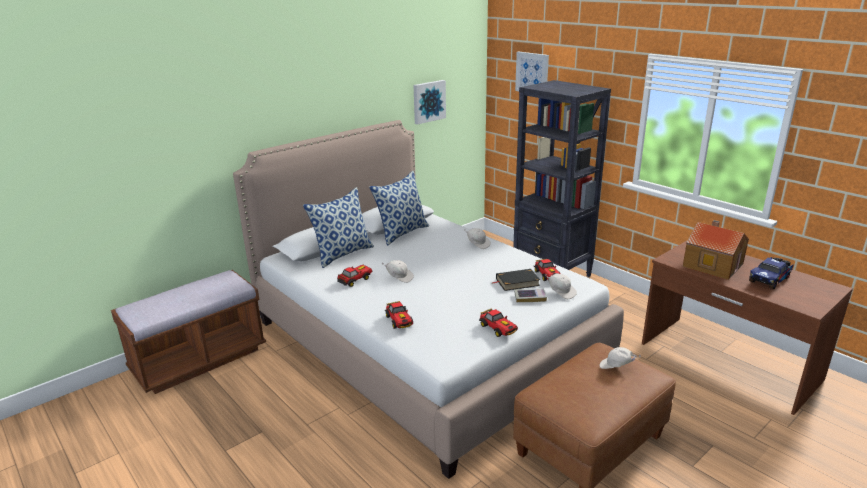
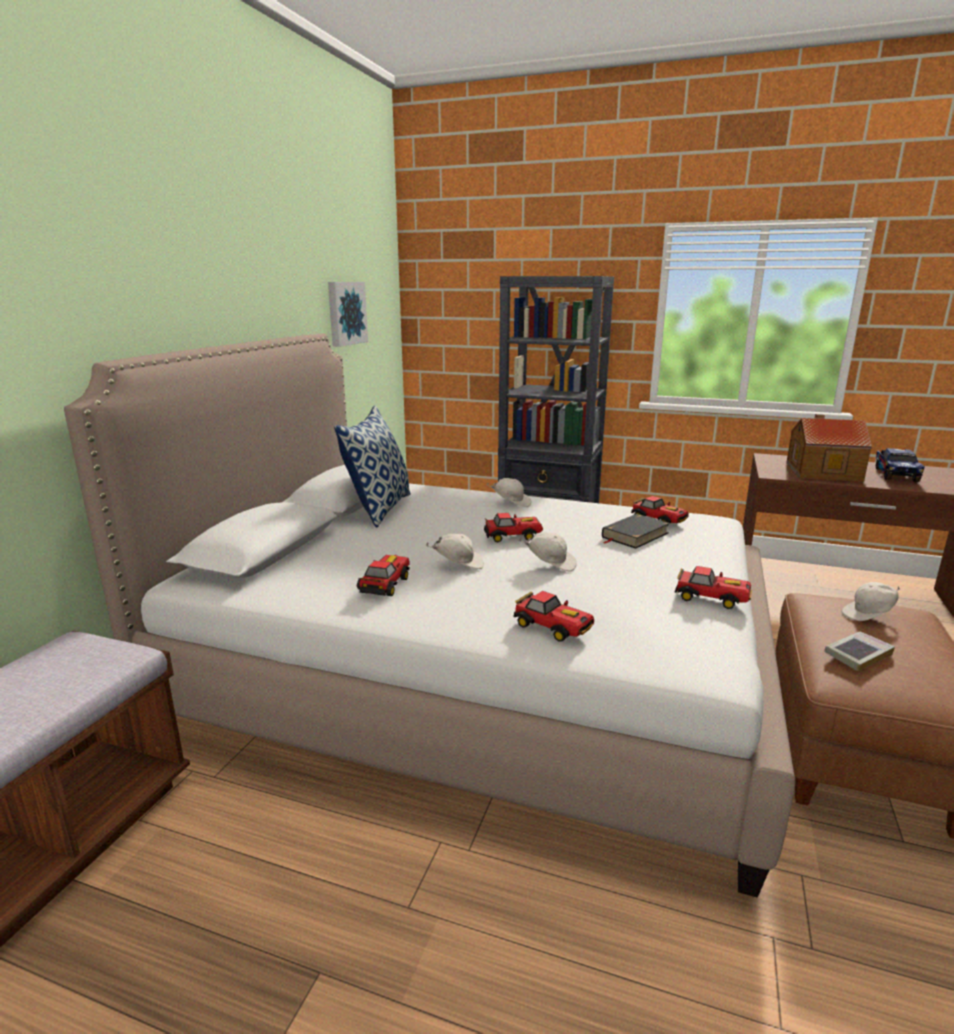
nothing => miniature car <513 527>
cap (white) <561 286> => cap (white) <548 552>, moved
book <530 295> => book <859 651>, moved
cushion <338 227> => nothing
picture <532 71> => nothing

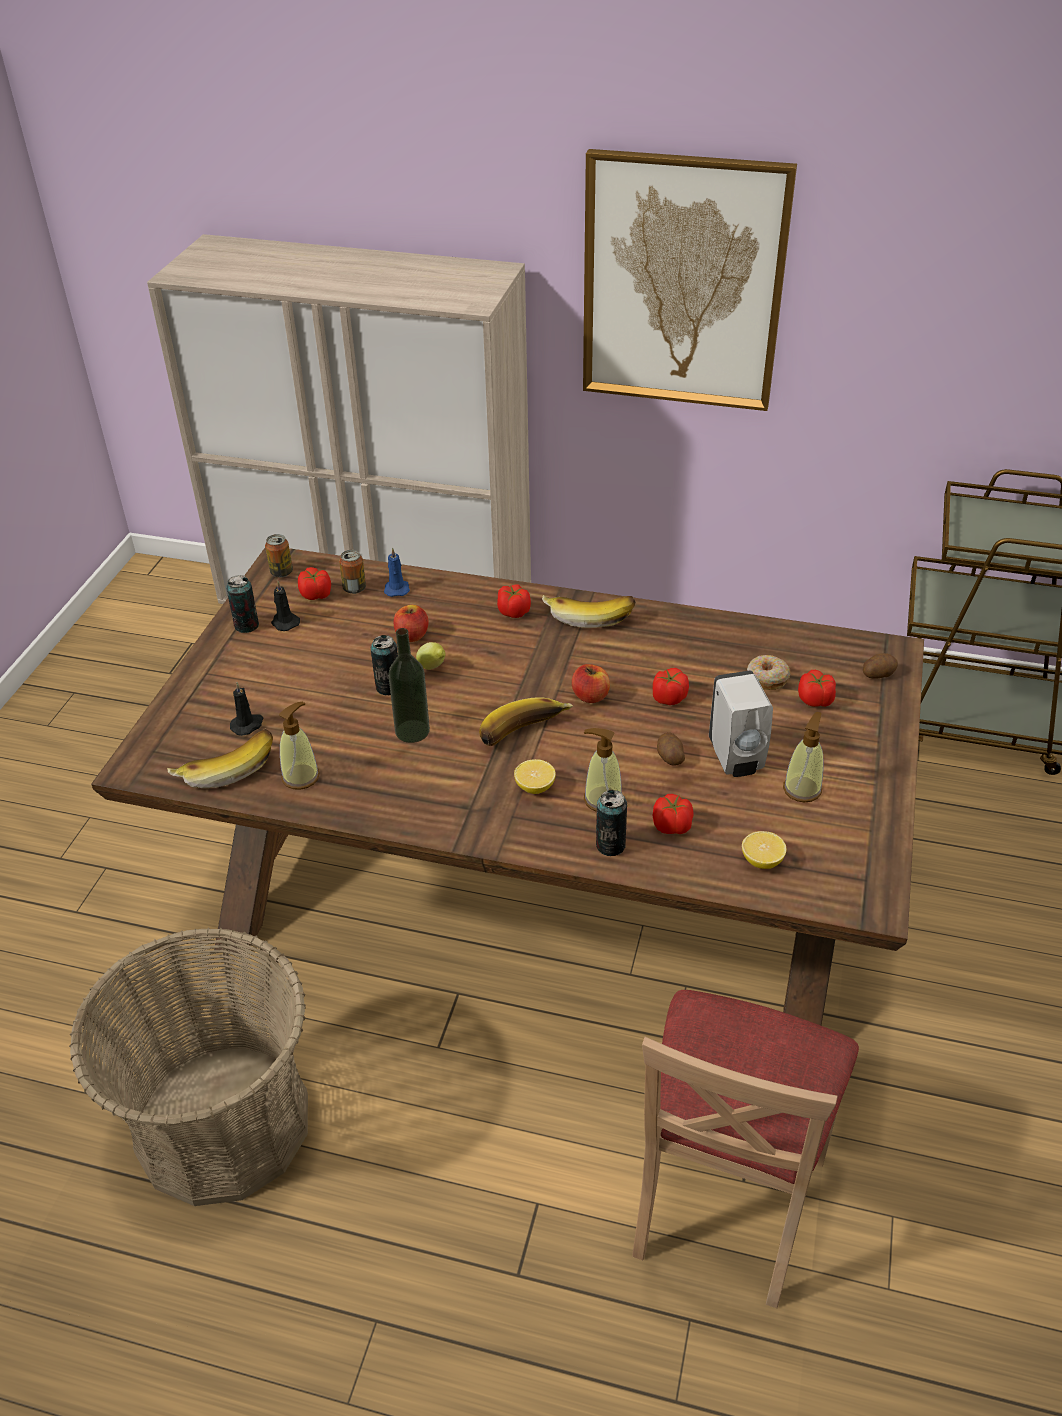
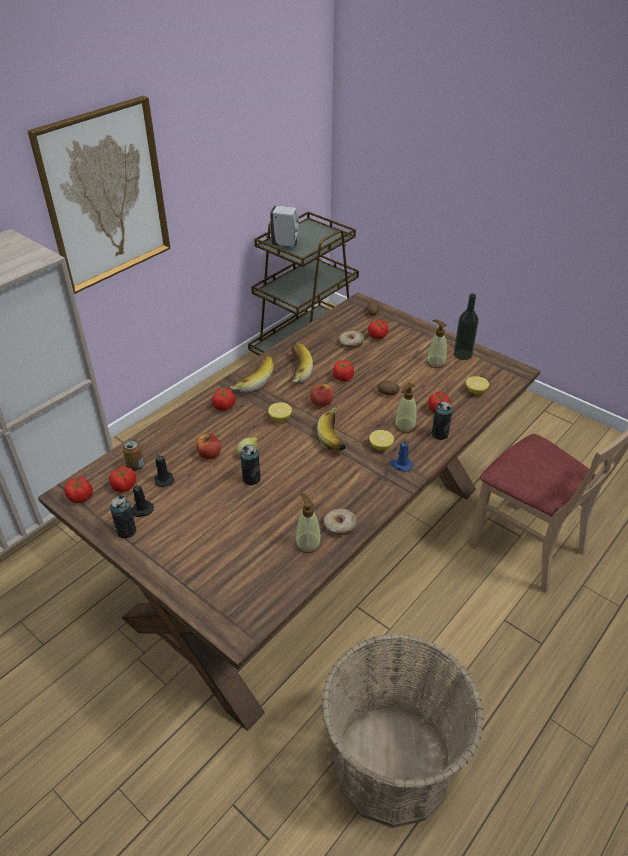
can <279 555> => tomato <78 490>
wax candle (black) <246 709> => wax candle (black) <164 470>, moved
nothing => lemon <280 411>
liquid soap bottle (white) <741 723> => liquid soap bottle (white) <284 227>, moved
whole banana <220 758> => whole banana <302 362>, moved
nothing => doughnut <340 522>
wax candle (blue) <397 572> => wax candle (blue) <401 455>, moved
bottle <409 685> => bottle <466 326>, moved

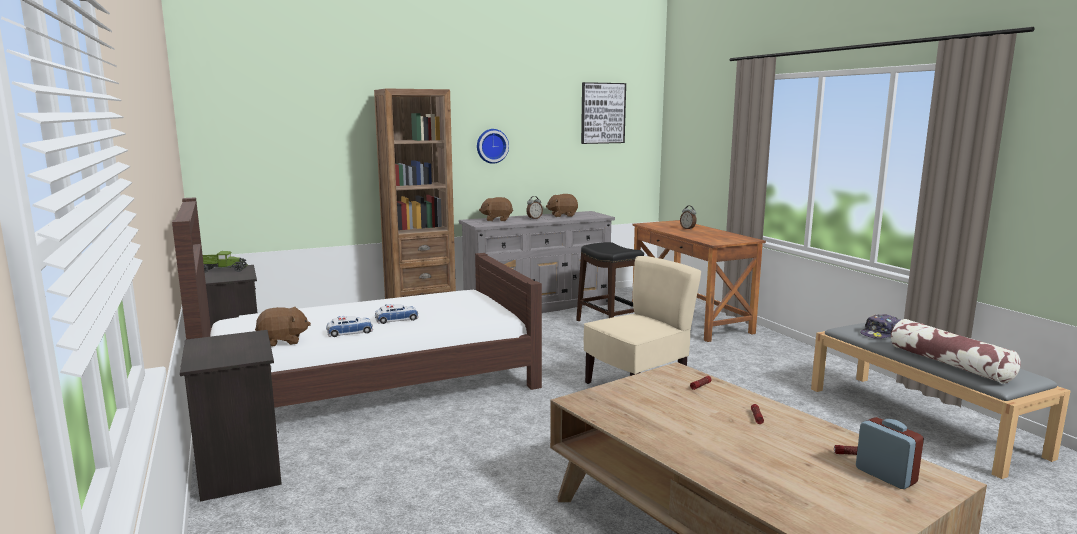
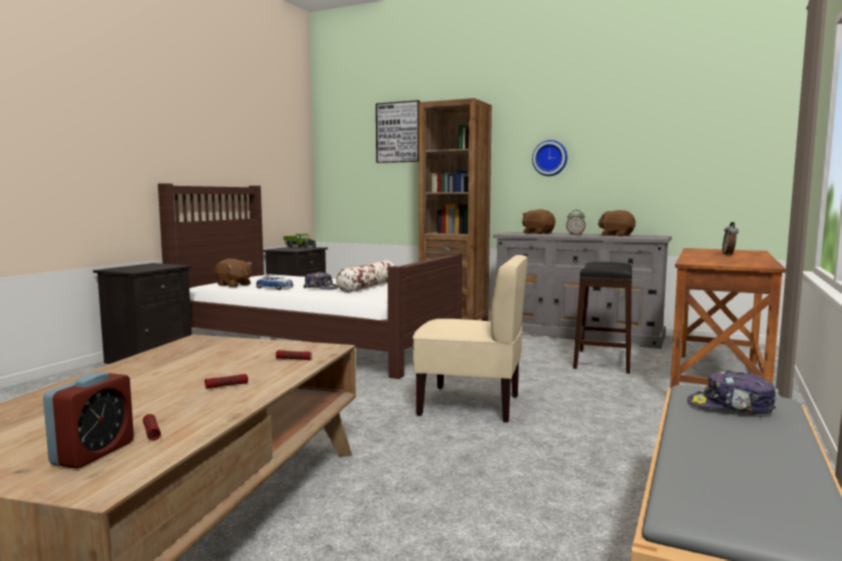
miniature car <397 314> => cap <320 280>
cushion <956 351> => cushion <365 277>, moved
picture <603 113> => picture <398 131>, moved

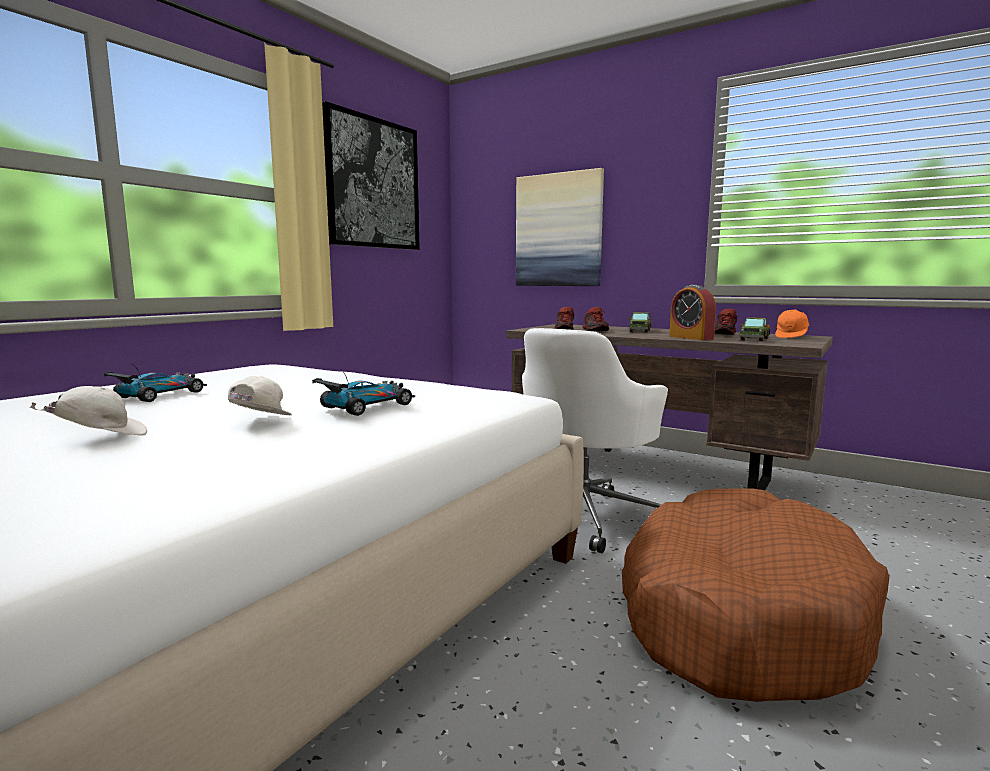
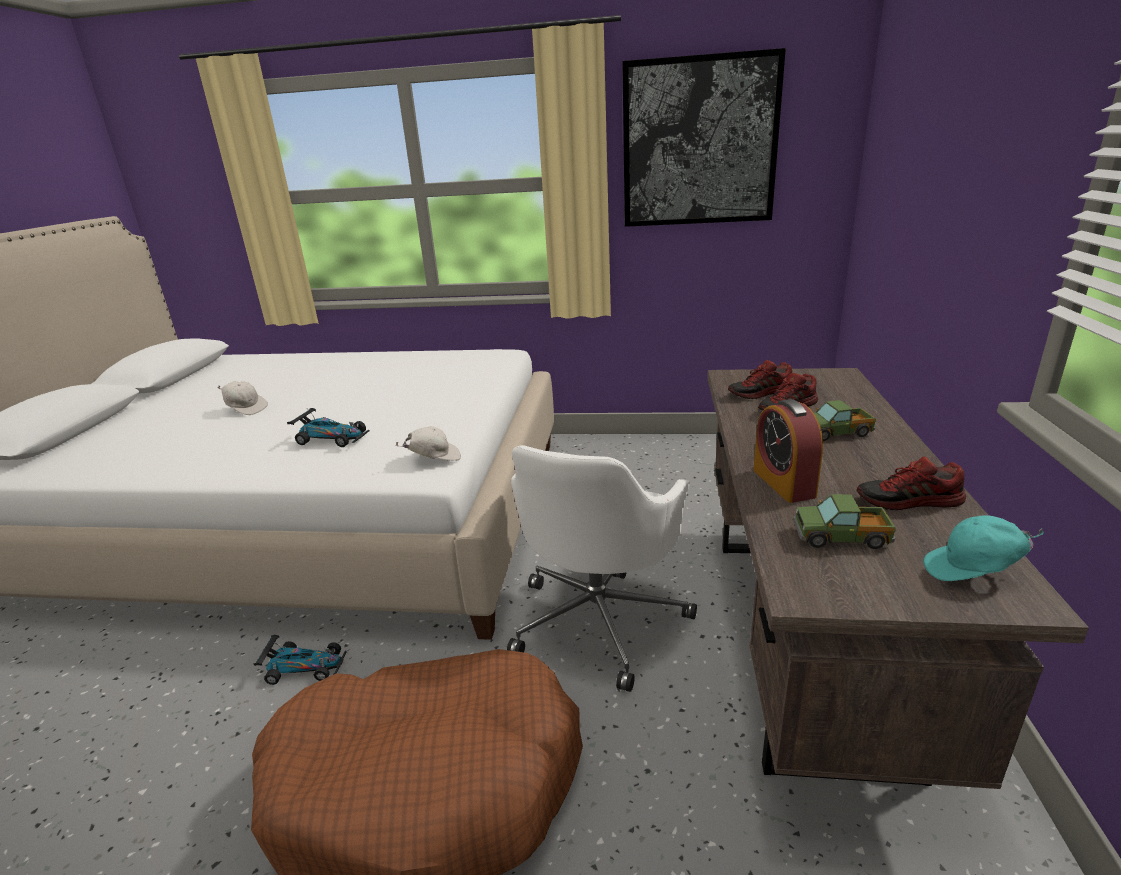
miniature car <155 382> => miniature car <300 660>, moved
cap (white) <260 396> => cap (white) <428 443>, moved
desk chair (white) <595 440> => desk chair (white) <602 568>, 75 degrees counterclockwise
bedside clock <692 312> => bedside clock <788 451>, 45 degrees counterclockwise
cap (orange) <792 324> => cap (blue-green) <983 548>
picture <560 227> => nothing

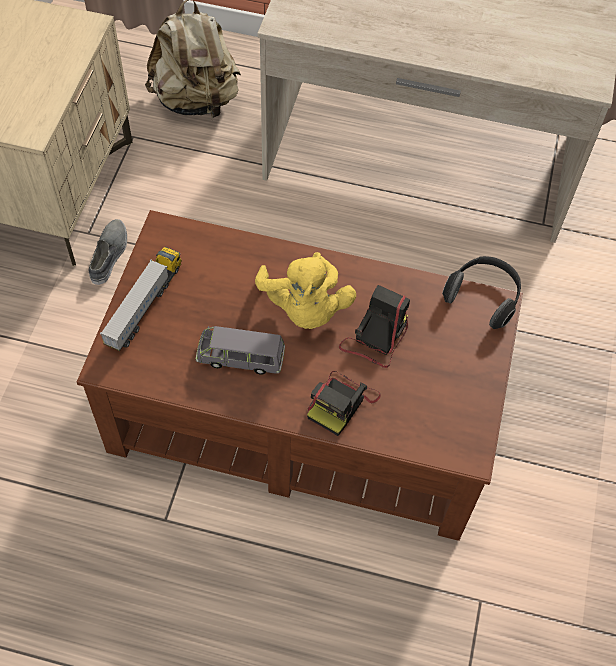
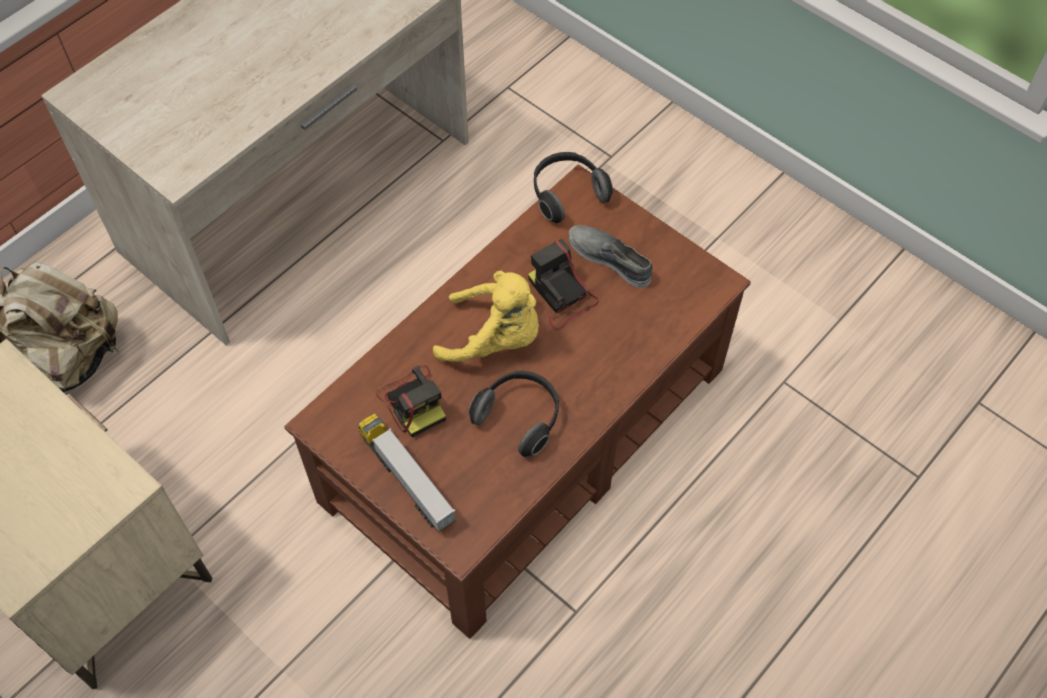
still camera <344 403> => still camera <411 401>, moved
miniature car (greyish) <240 350> => headset <514 414>
shoe (greyish) <108 252> => shoe (greyish) <611 256>, moved

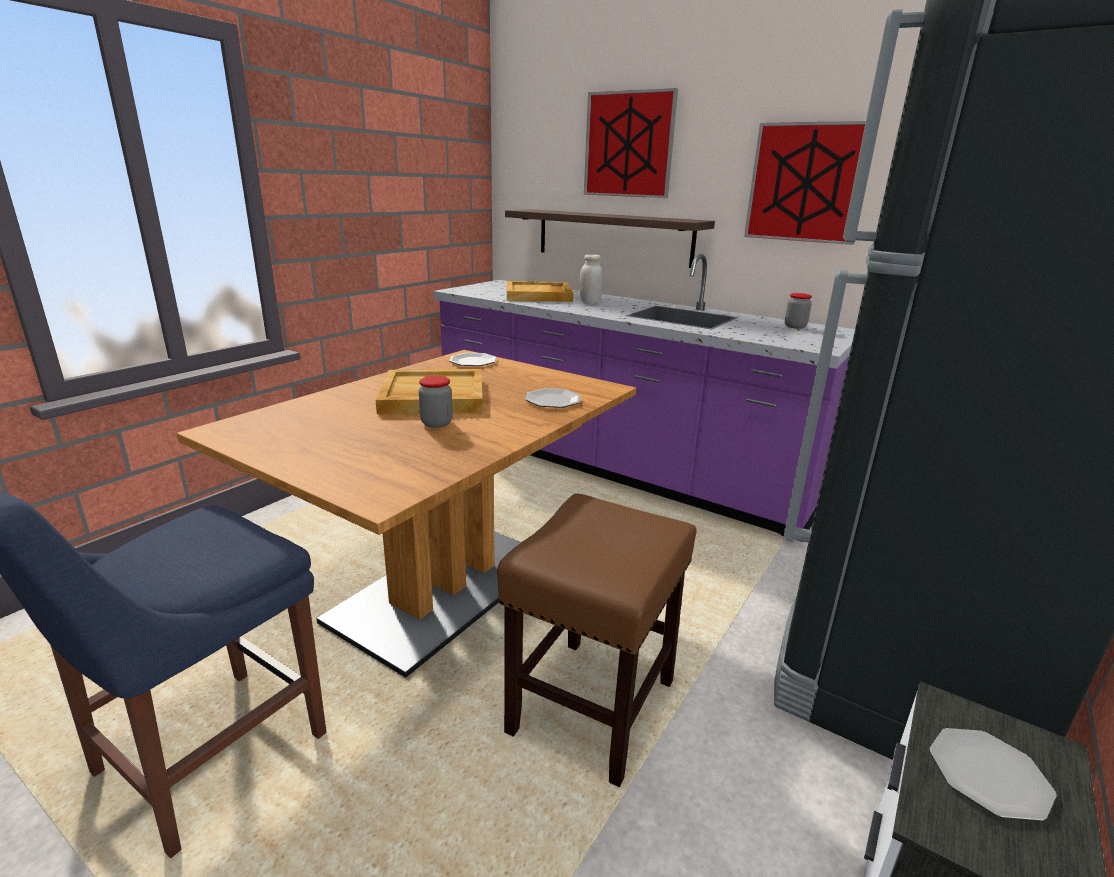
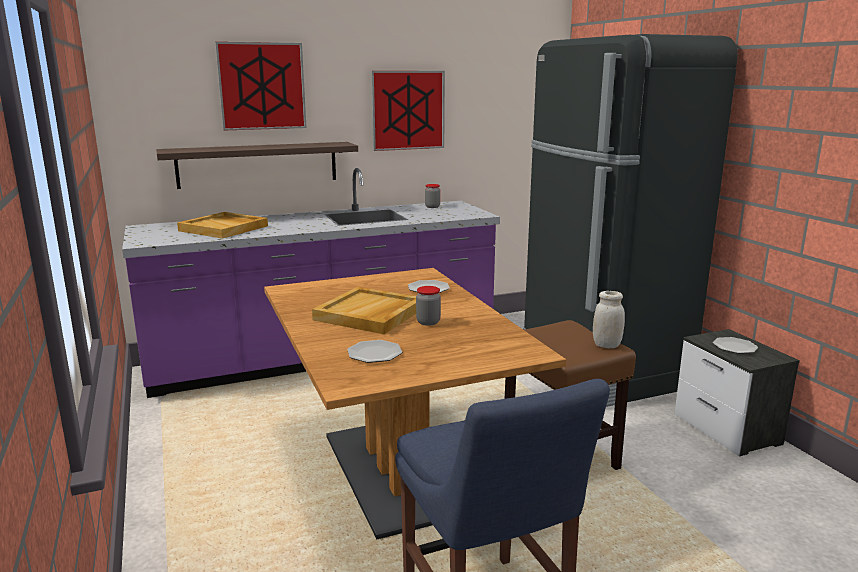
plate <472 359> => plate <374 351>, moved
jar (white) <591 279> => jar (white) <609 319>, moved

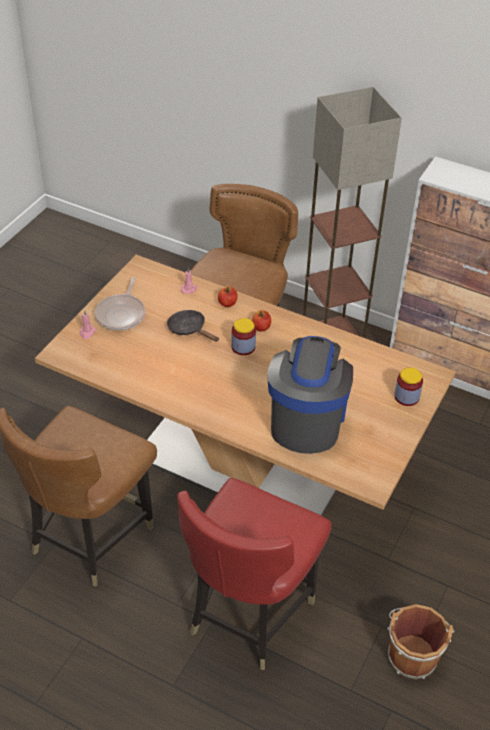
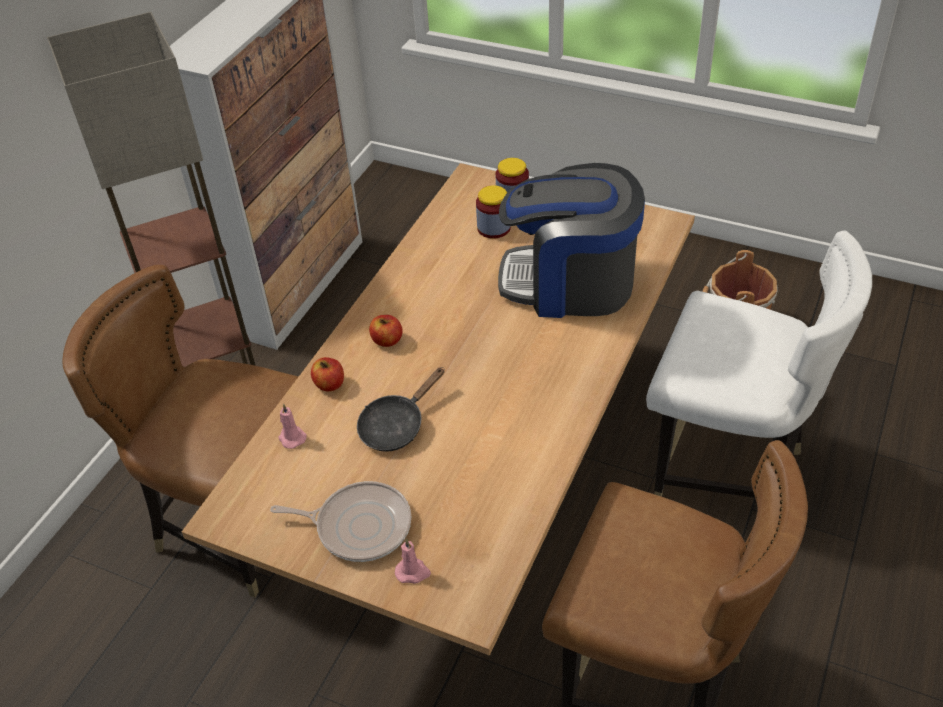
jar <243 336> => jar <493 212>, moved
plain chair (red-coloured) <254 574> => plain chair (white) <759 364>

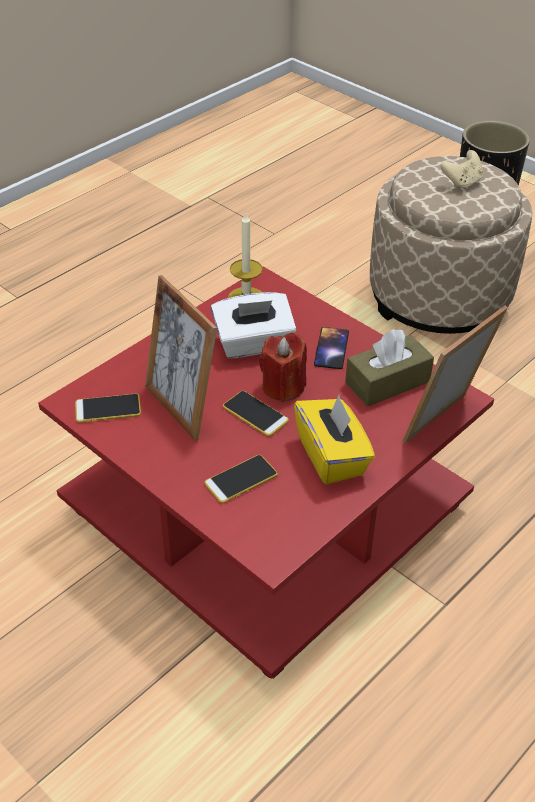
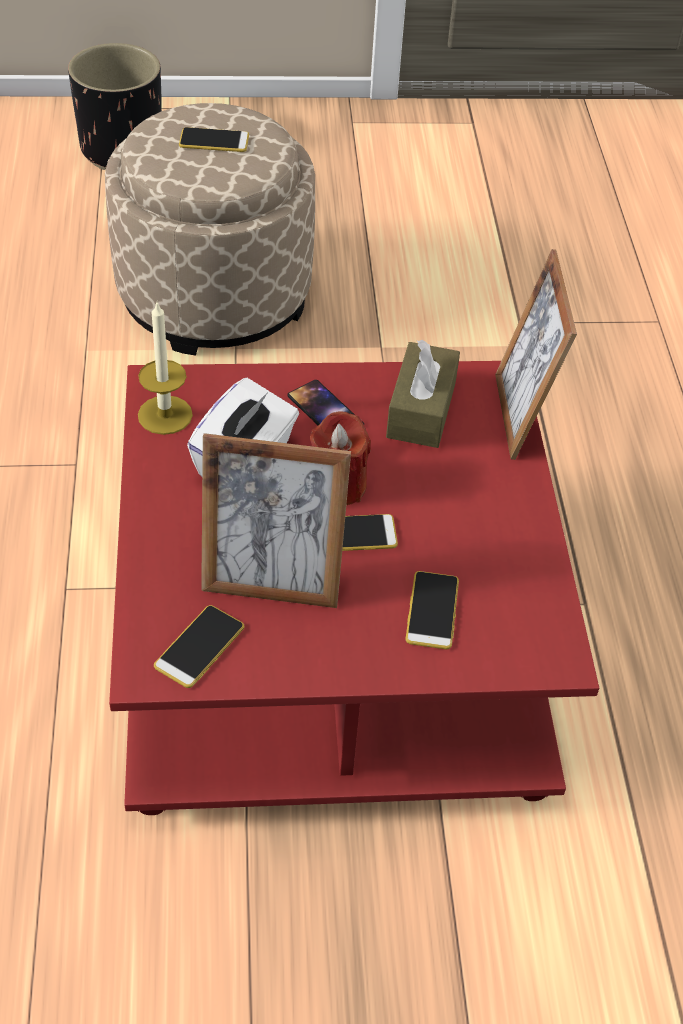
gamepad (beige-coloured) <462 170> => handset <214 139>
tissue box (yellowish) <334 439> => nothing

